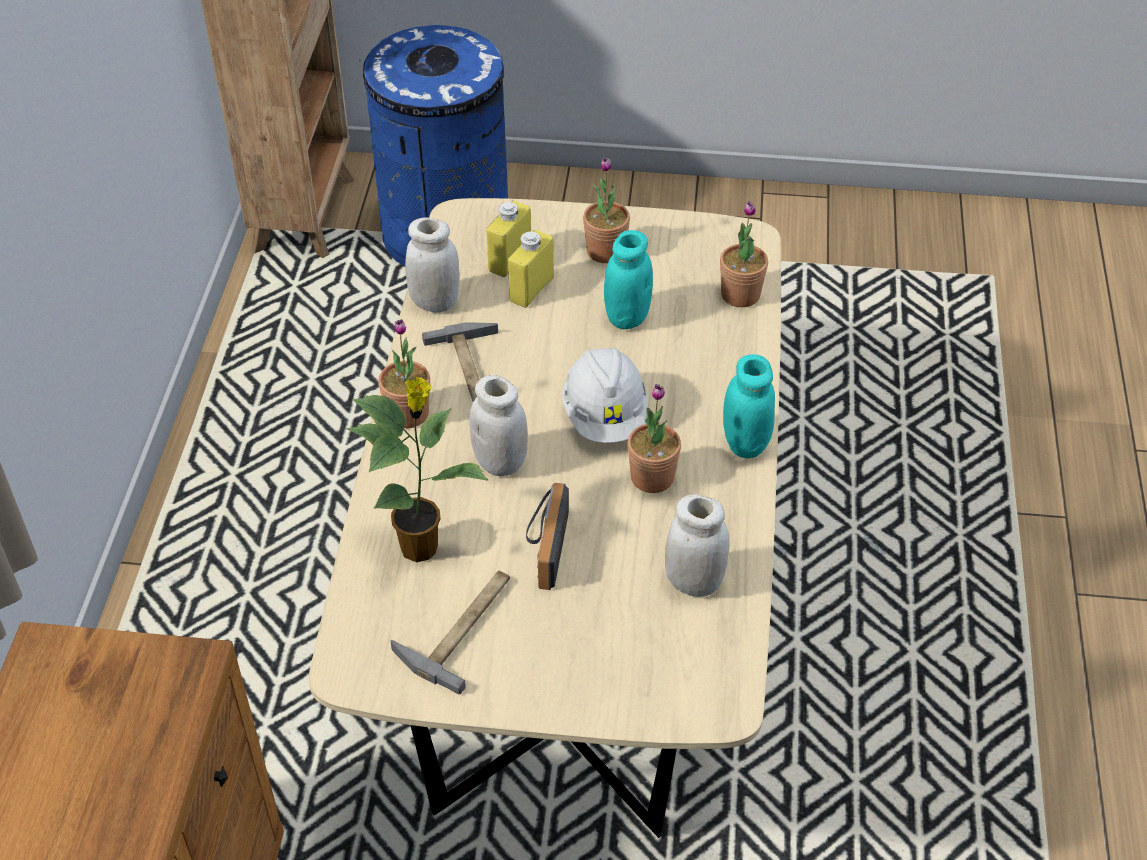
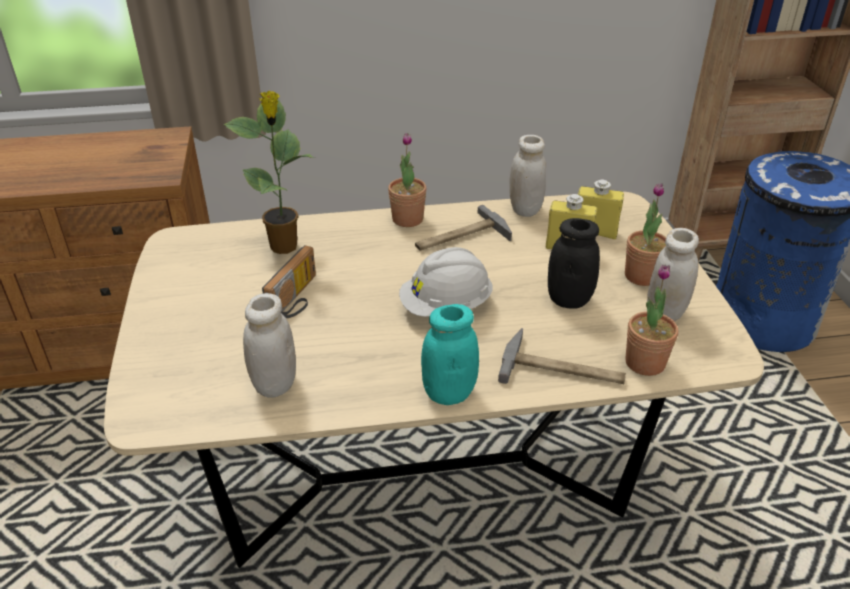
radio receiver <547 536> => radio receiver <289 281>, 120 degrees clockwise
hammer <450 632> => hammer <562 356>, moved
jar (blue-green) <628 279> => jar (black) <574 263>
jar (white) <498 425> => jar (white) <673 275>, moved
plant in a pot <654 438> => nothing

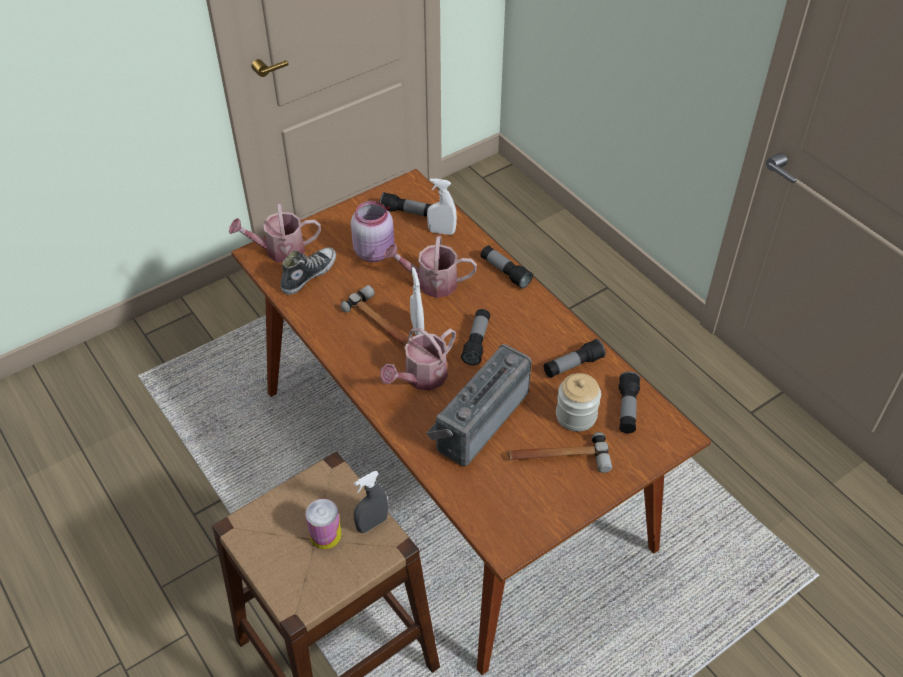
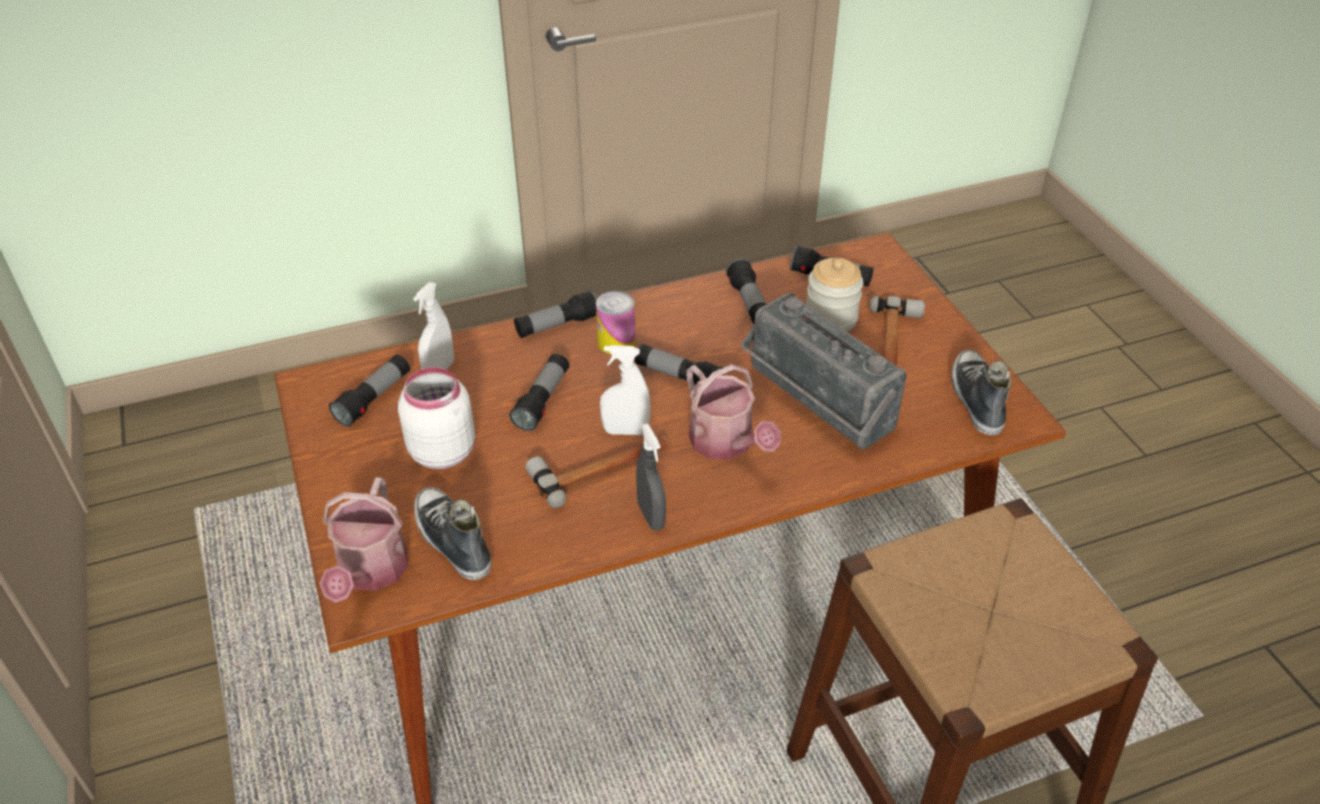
jar (pinkish) <372 231> => jar (white) <436 418>
watering pot <430 267> => torch <539 392>
can <323 524> => can <615 322>, moved
sprayer (greyish) <371 502> => sprayer (greyish) <651 477>, moved
nothing => shoe <981 392>

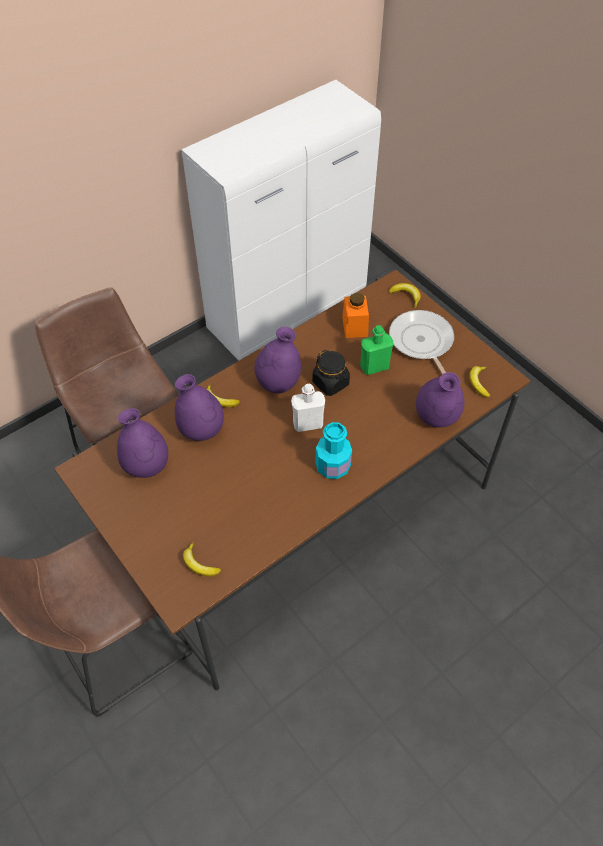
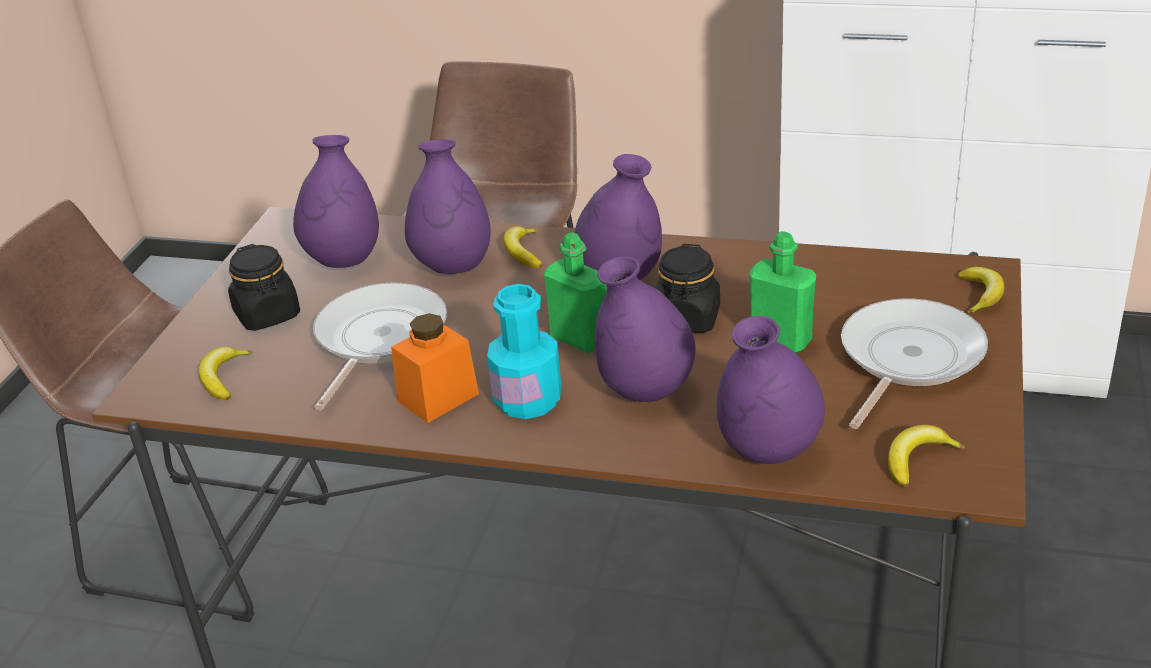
nothing => jar (black) <264 287>
nothing => skillet <380 346>
jar (orange) <355 315> => jar (orange) <435 368>, moved
bottle (white) <308 408> => bottle (green-coloured) <575 293>
nothing => vase (purple-coloured) <645 329>

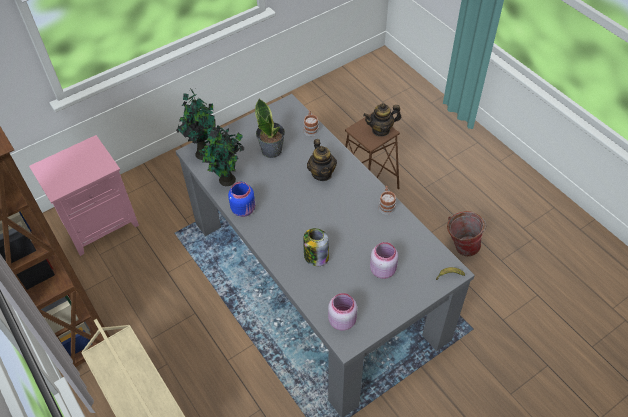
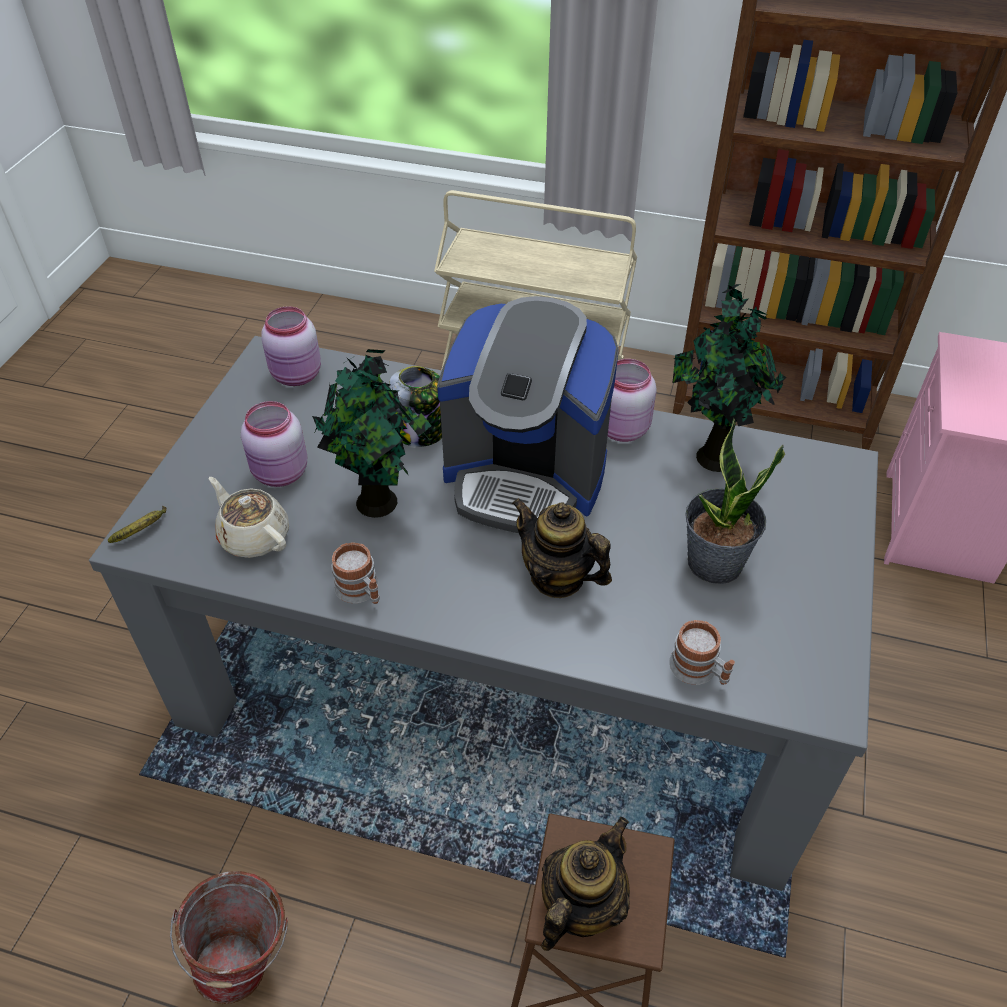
nothing => pot for tea (beige-coloured) <249 517>
plant in a pot <196 124> => plant in a pot <371 433>, moved
nothing => coffee maker <528 414>
jar (blue) <241 199> => jar (pinkish) <632 400>

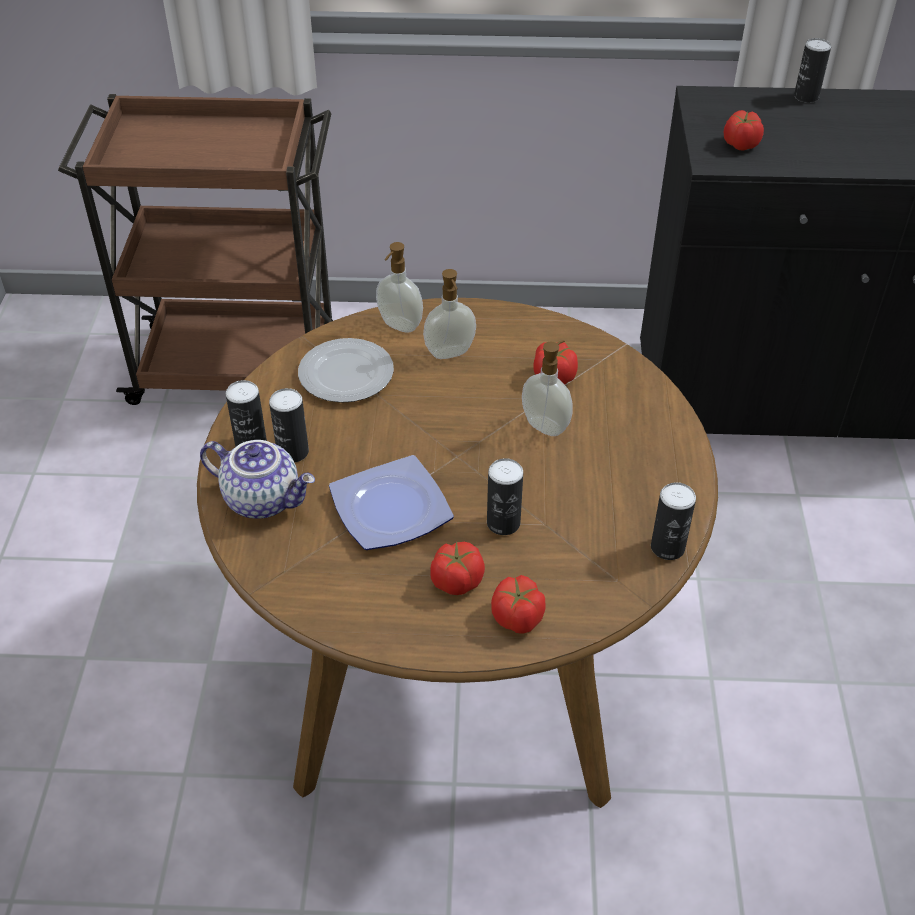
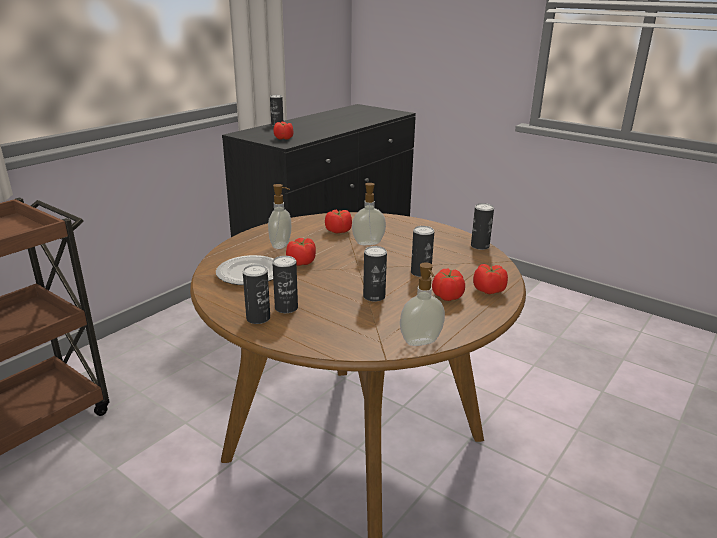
nothing => tomato <301 252>
plate <391 502> => can <375 274>
liquid soap bottle <399 287> => liquid soap bottle <422 304>, moved
pot for tea <257 479> => nothing

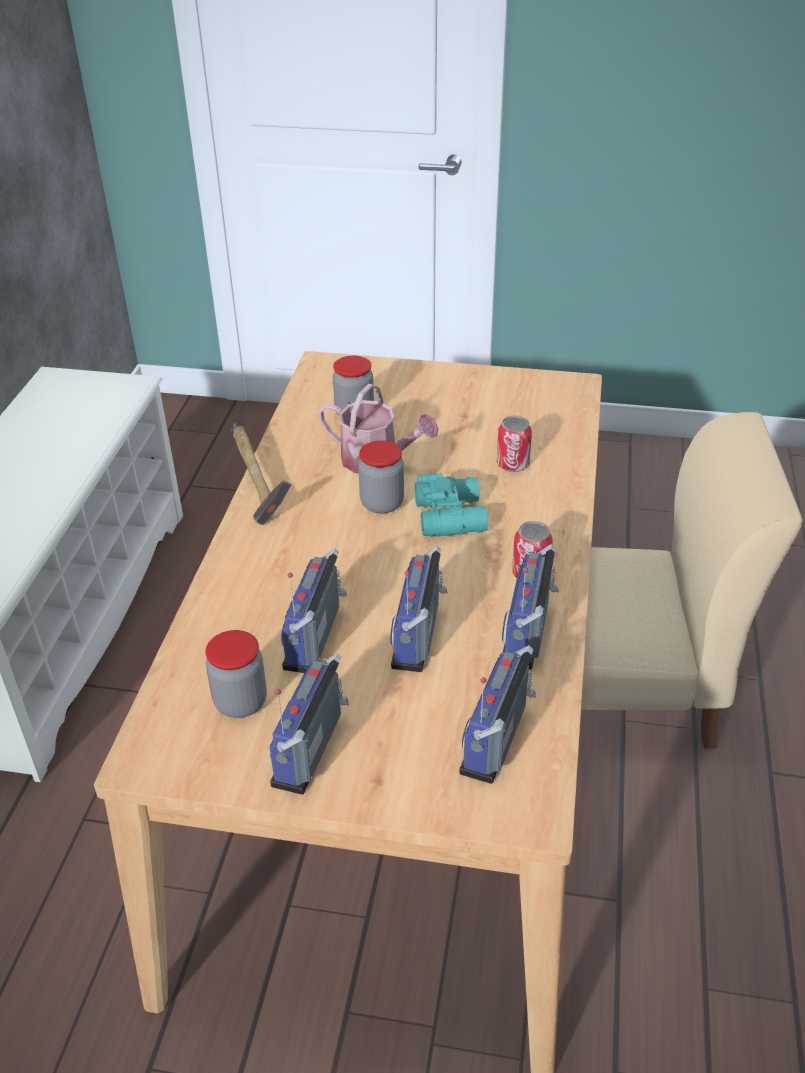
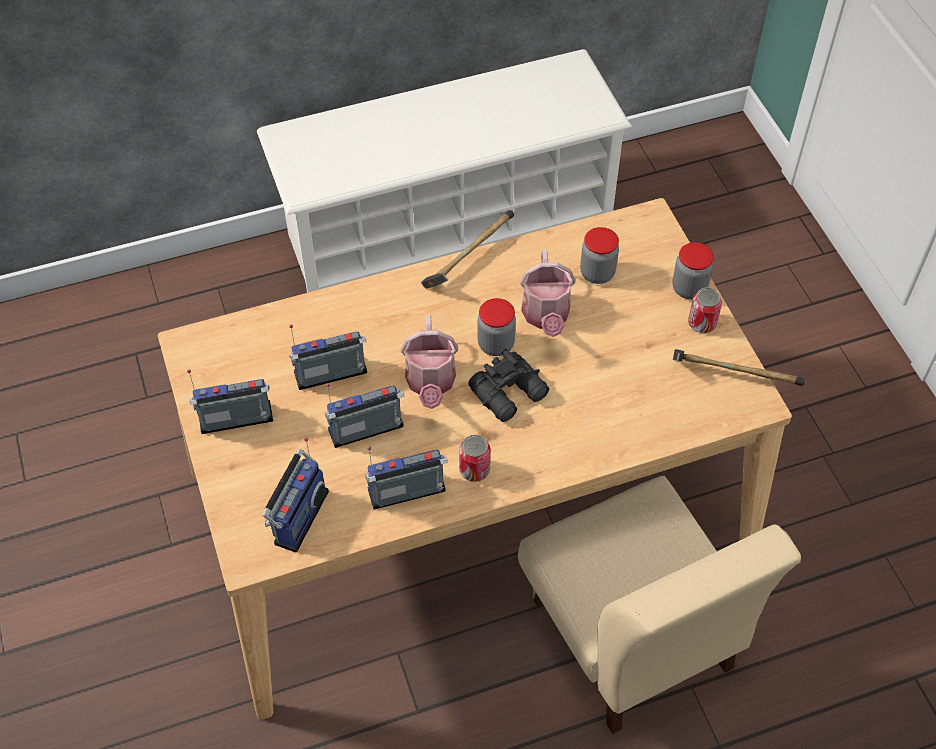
radio receiver <497 714> => radio receiver <295 495>, 120 degrees clockwise
nothing => watering pot <429 362>
binoculars (blue-green) <451 505> => binoculars (black) <508 385>
jar <236 674> => jar <693 270>, moved
nothing => hammer <739 367>
can <514 444> => can <705 310>, moved

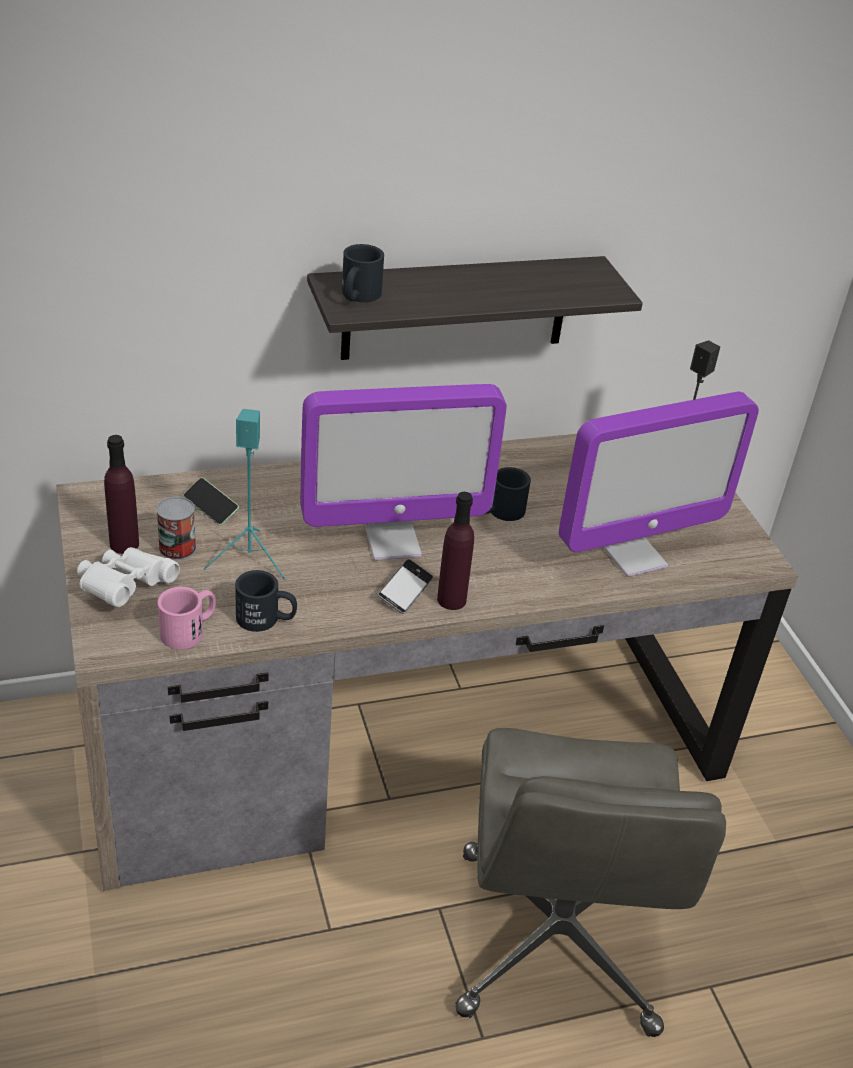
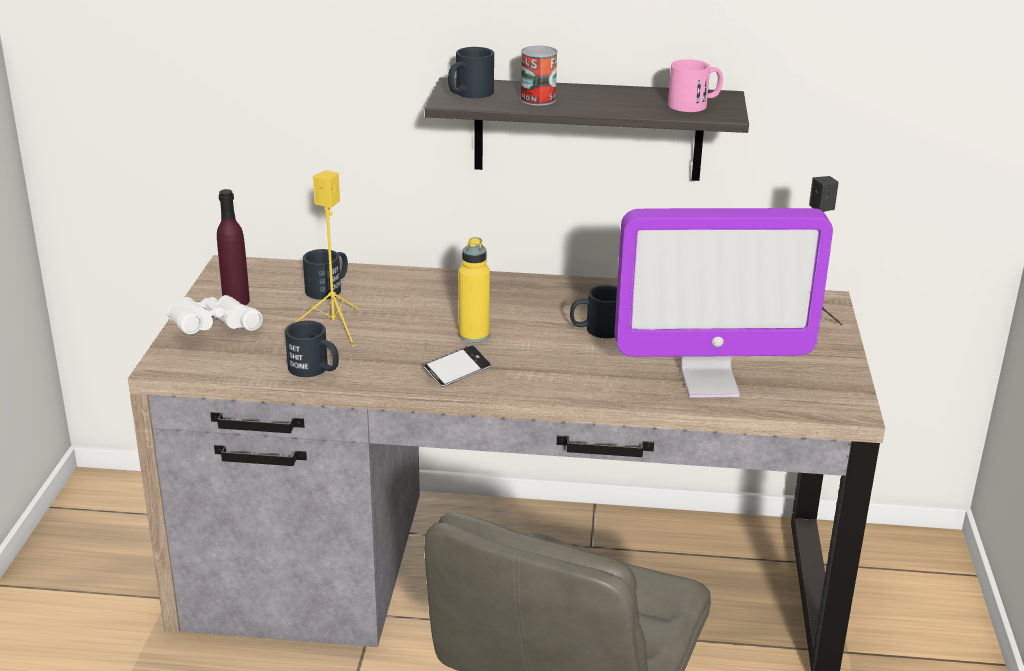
audio speaker (blue-green) <245 494> => audio speaker (yellowish) <328 258>
handset <211 501> => tea mug (black) <325 274>
computer screen <403 472> => bottle (yellowish) <474 290>
can <176 528> => can <539 76>, moved
tea mug (pinkish) <186 618> => tea mug (pinkish) <695 85>, moved
bottle (purple-coloured) <455 551> => nothing

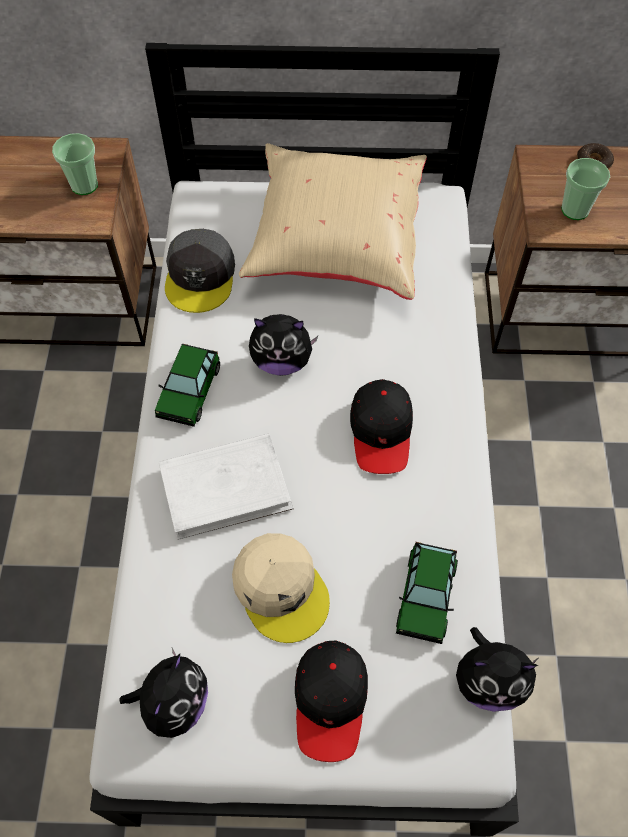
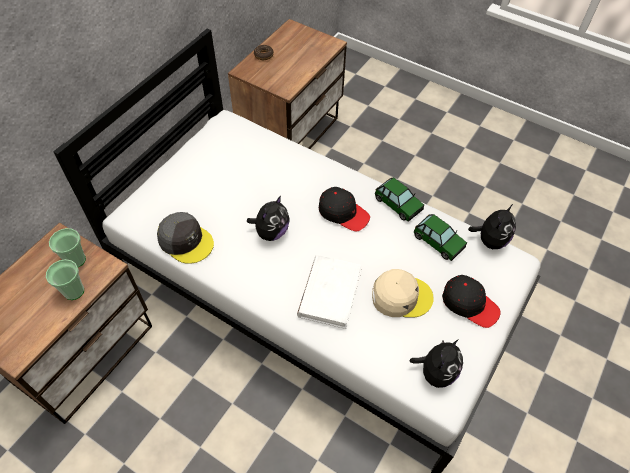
cup <585 189> => cup <65 279>, moved
miniature car <187 385> => miniature car <399 199>, moved
plush toy <163 693> => plush toy <436 363>, 75 degrees clockwise
cushion (beige-coloured) <333 221> => nothing

